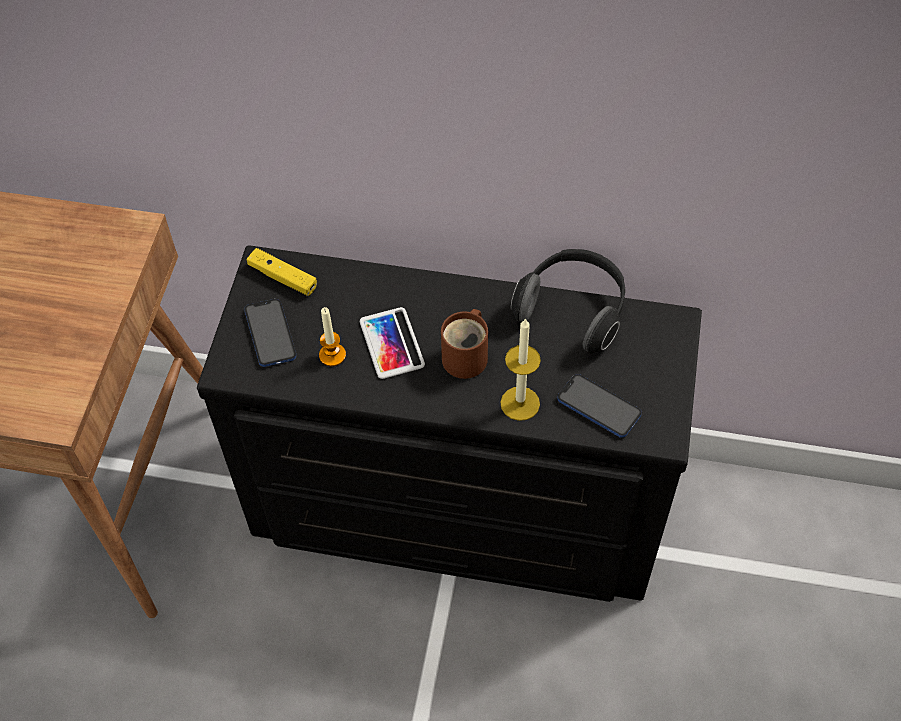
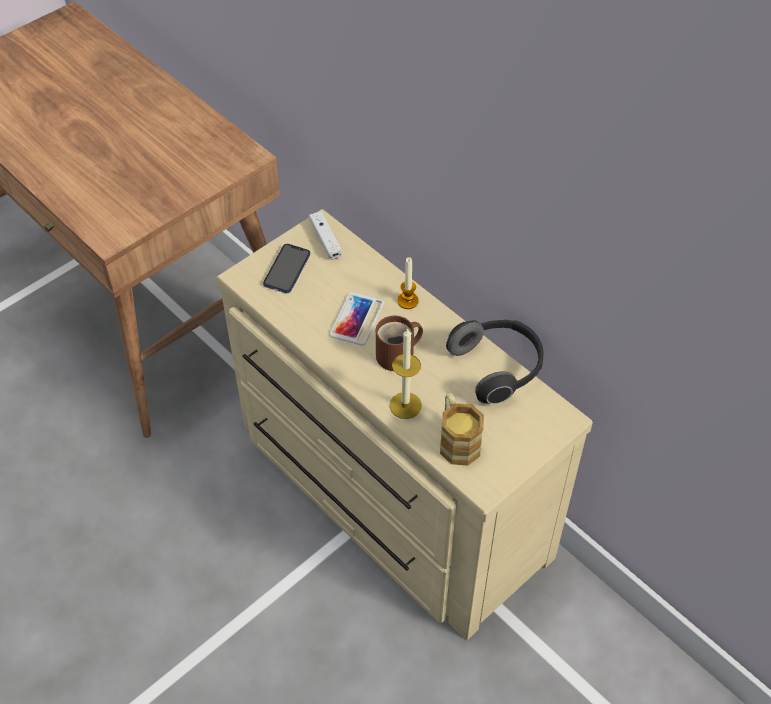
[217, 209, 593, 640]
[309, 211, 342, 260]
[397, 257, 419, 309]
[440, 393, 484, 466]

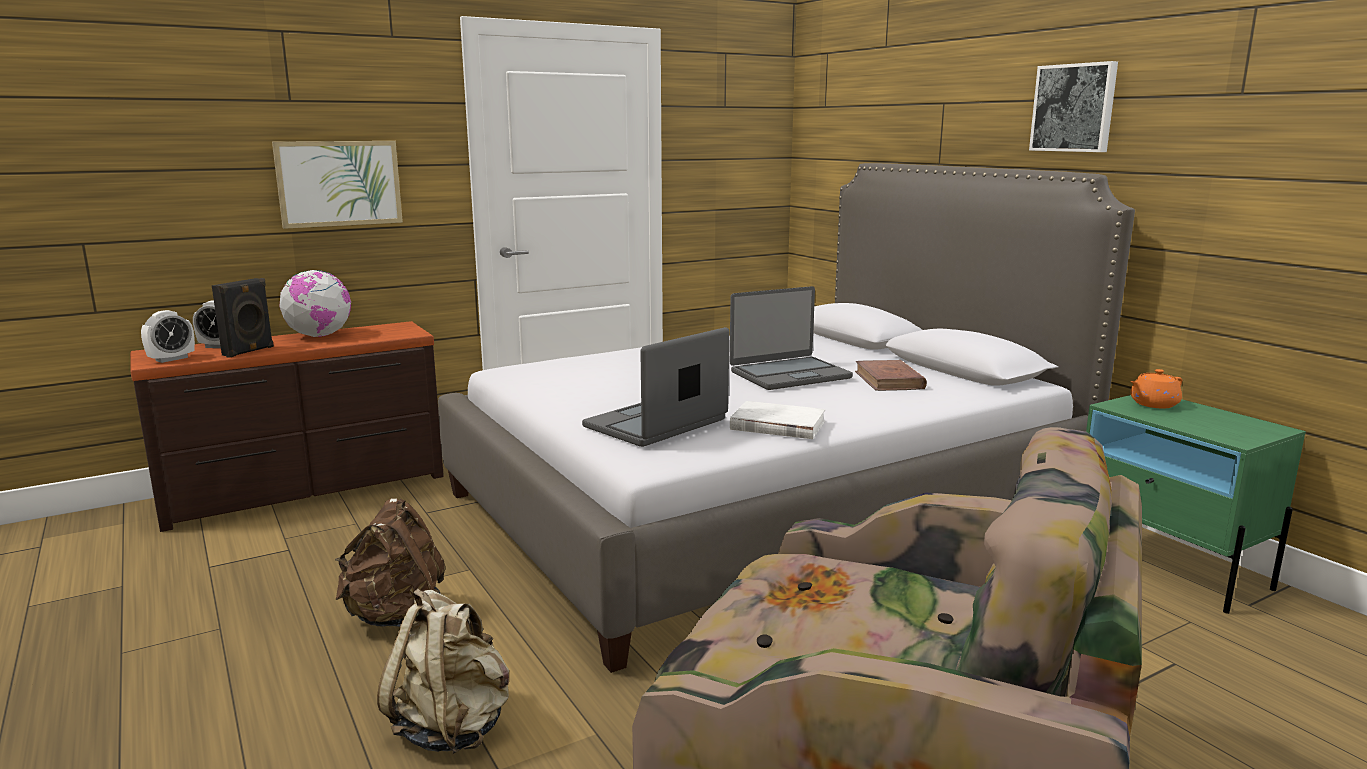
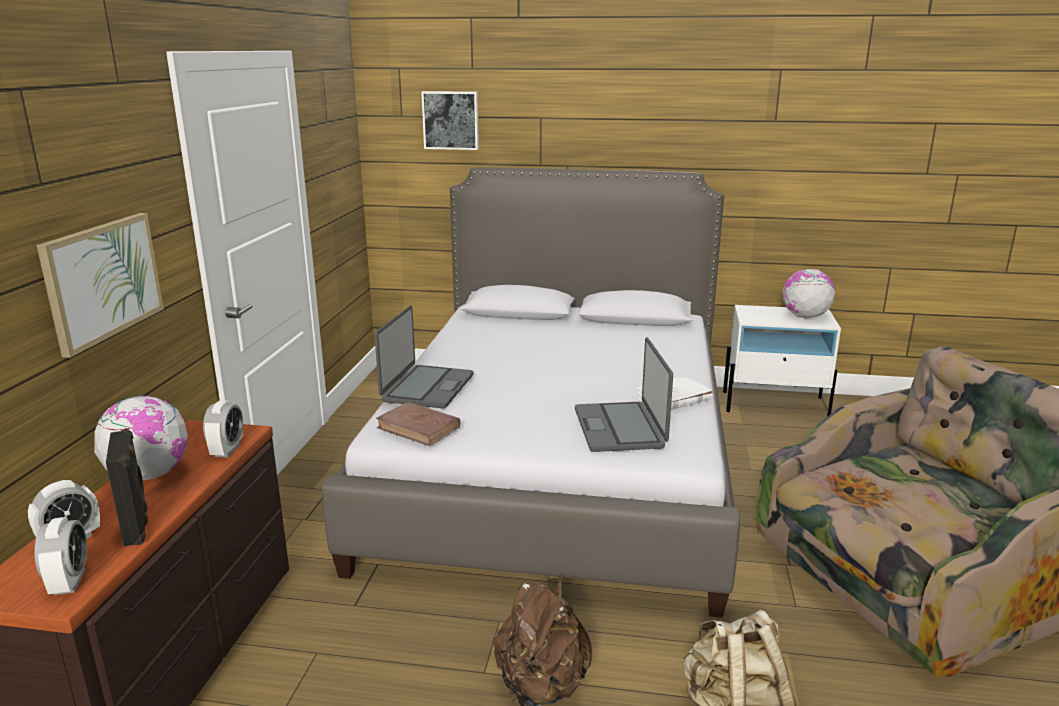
[203, 400, 243, 458]
[375, 306, 474, 409]
[376, 402, 460, 446]
[421, 91, 479, 150]
[723, 305, 841, 417]
[782, 269, 835, 319]
[1130, 369, 1182, 408] (first image)

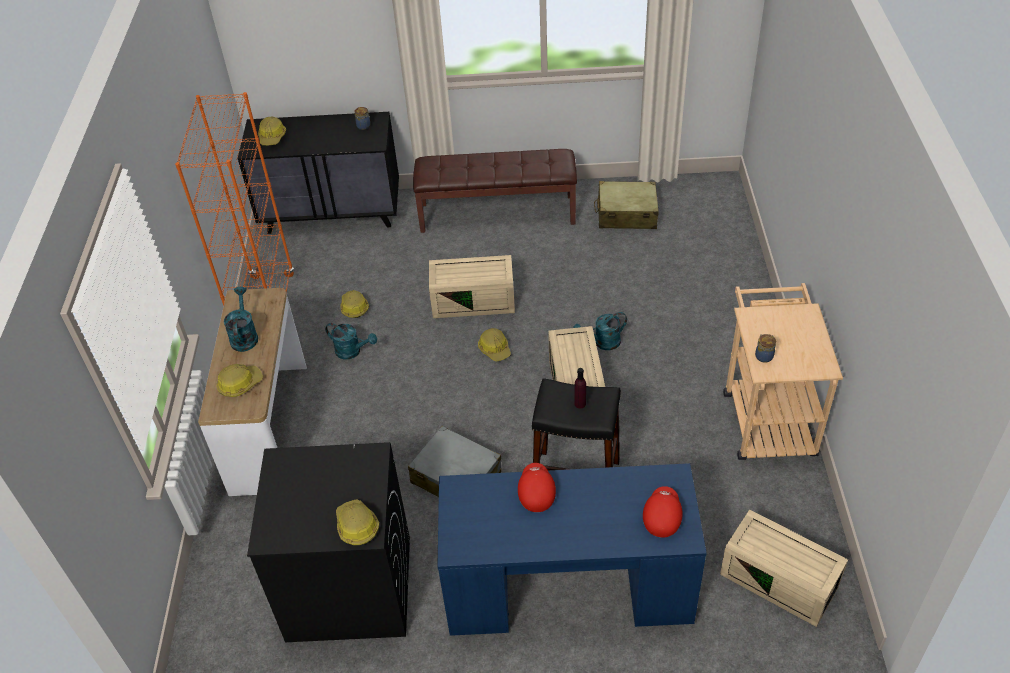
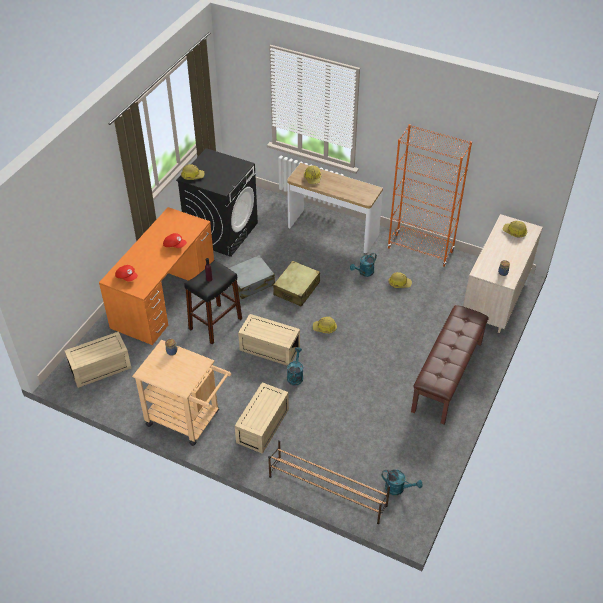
[99, 207, 214, 345]
[235, 382, 289, 454]
[268, 440, 390, 524]
[273, 261, 320, 307]
[382, 469, 422, 495]
[463, 214, 543, 333]

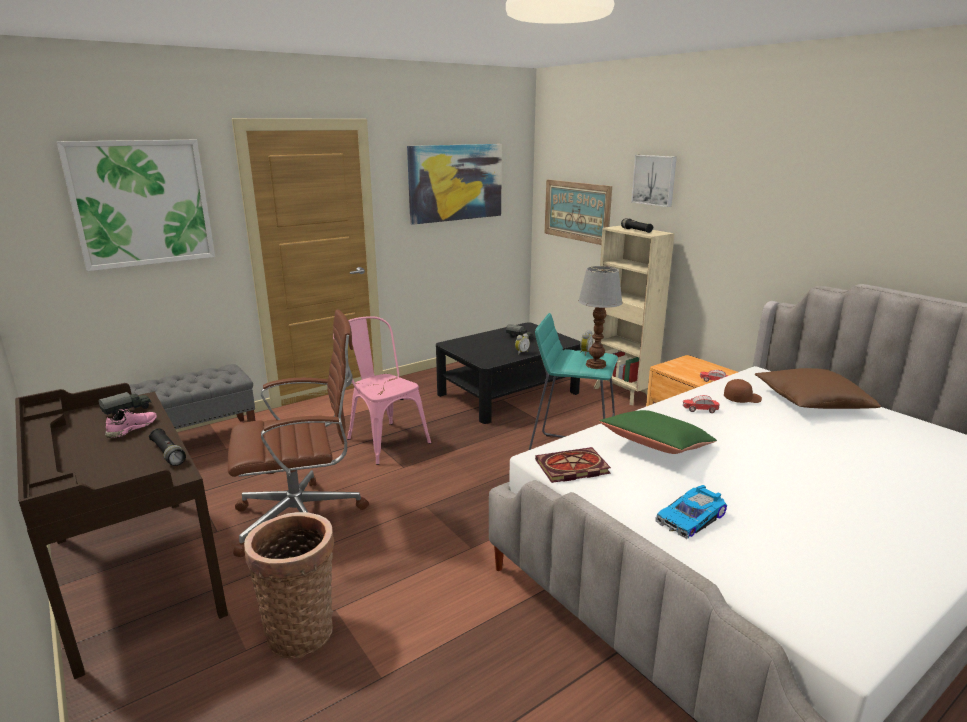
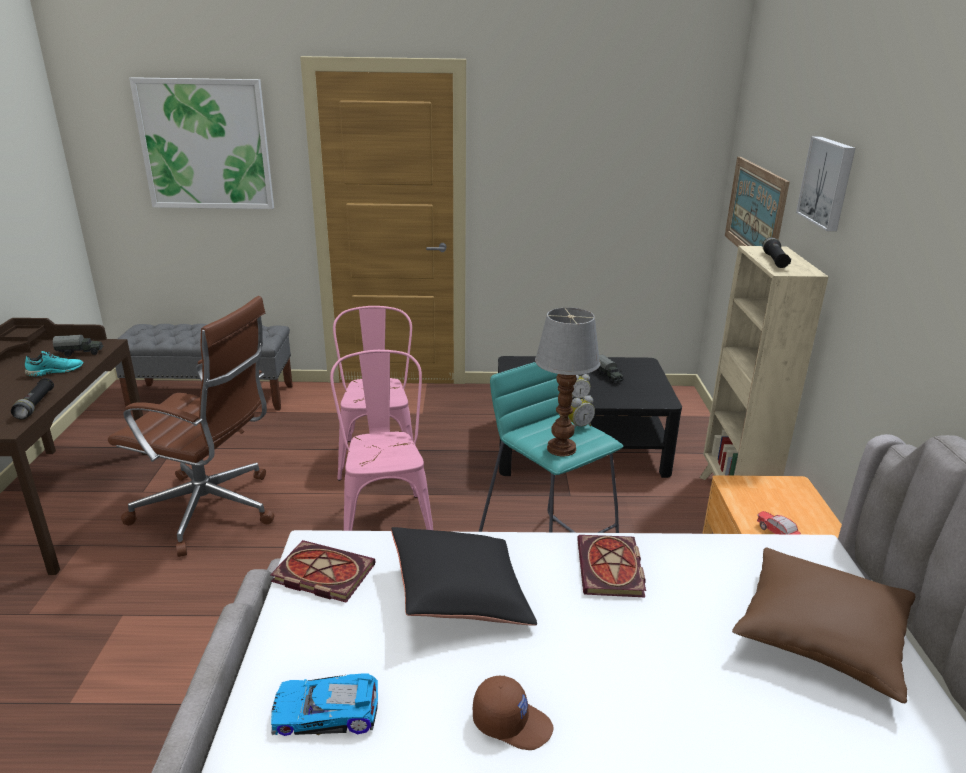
[25, 351, 84, 377]
[330, 350, 433, 531]
[391, 527, 537, 626]
[473, 676, 553, 750]
[577, 535, 646, 597]
[244, 512, 334, 659] (first image)
[407, 144, 502, 225] (first image)

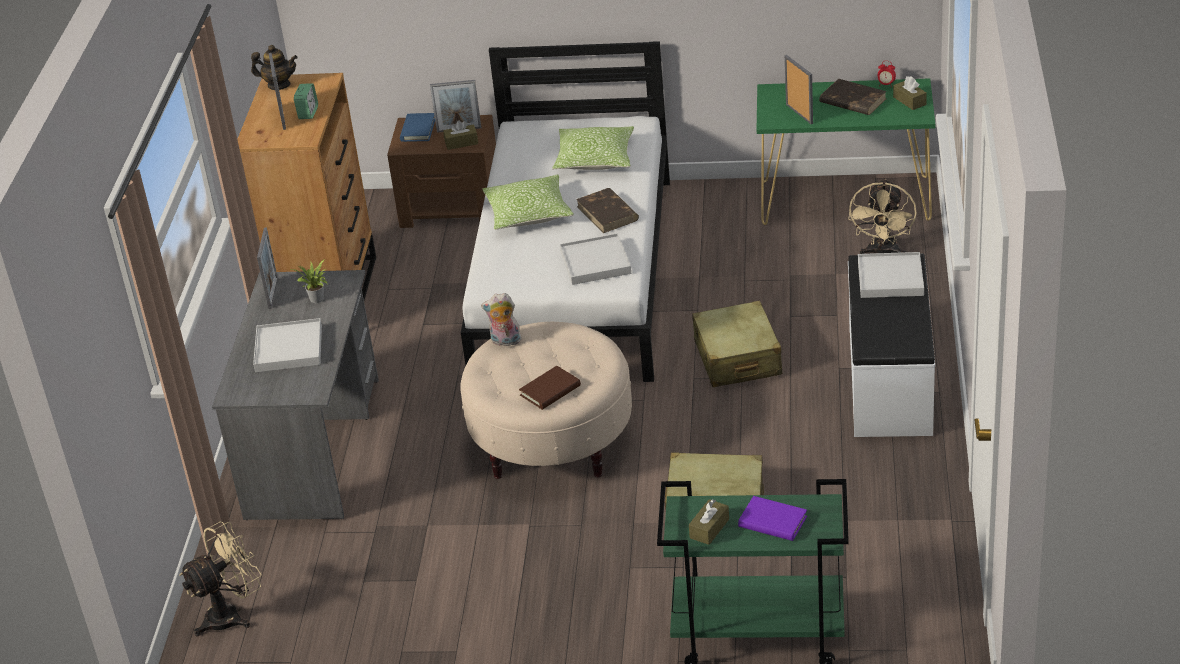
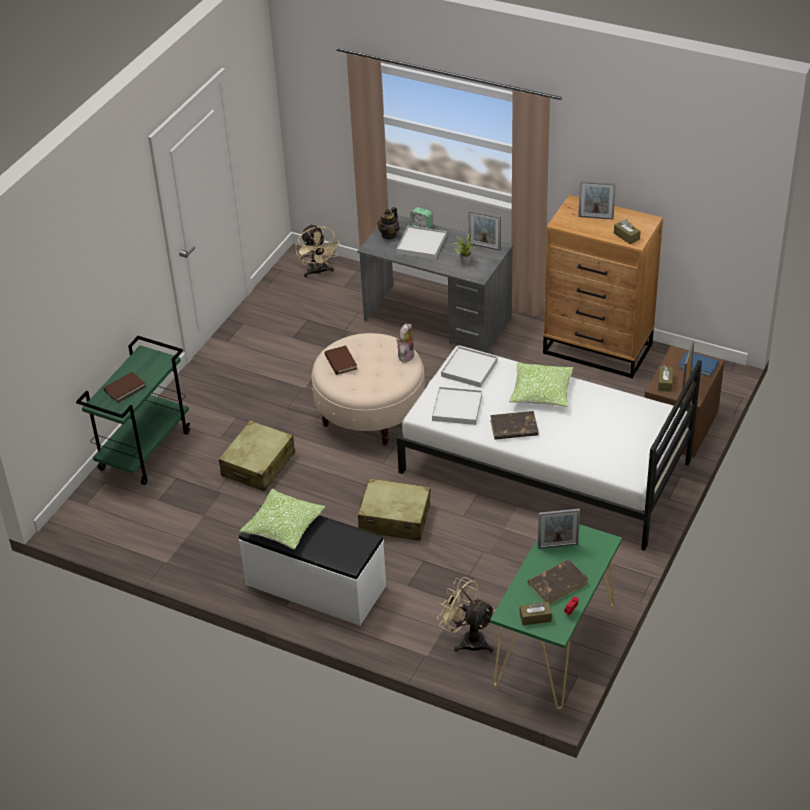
[104, 372, 146, 402]
[240, 489, 325, 549]
[378, 207, 400, 240]
[411, 207, 432, 229]
[441, 346, 498, 388]
[614, 219, 641, 244]

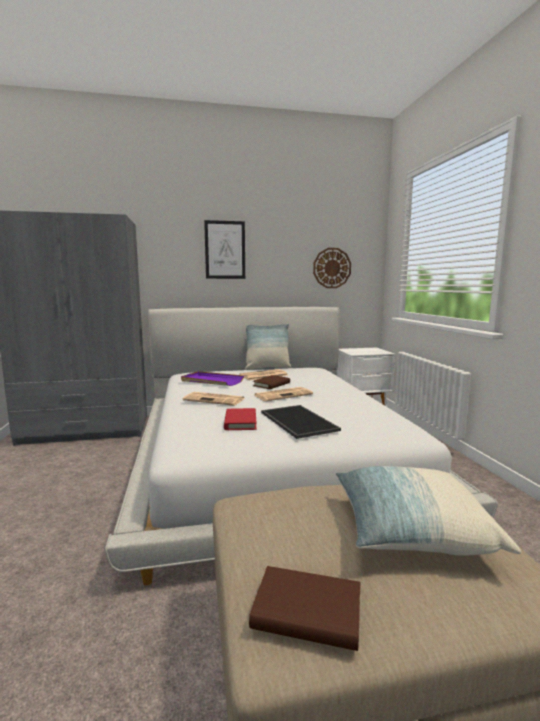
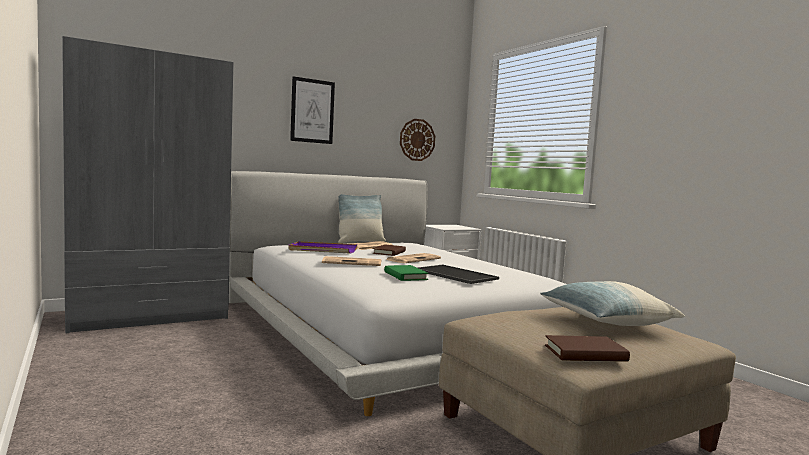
[384, 265, 429, 281]

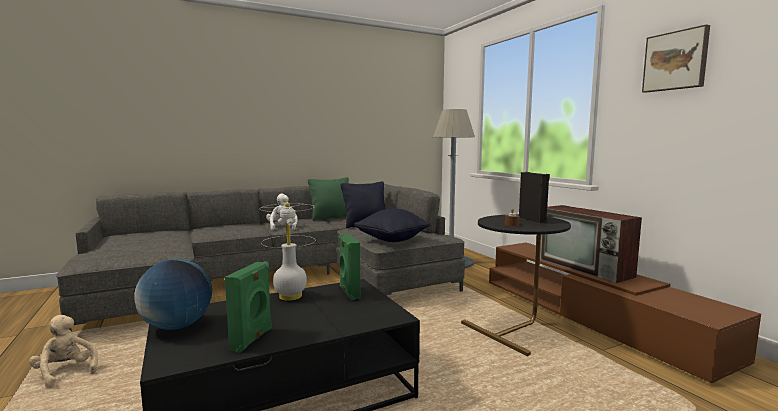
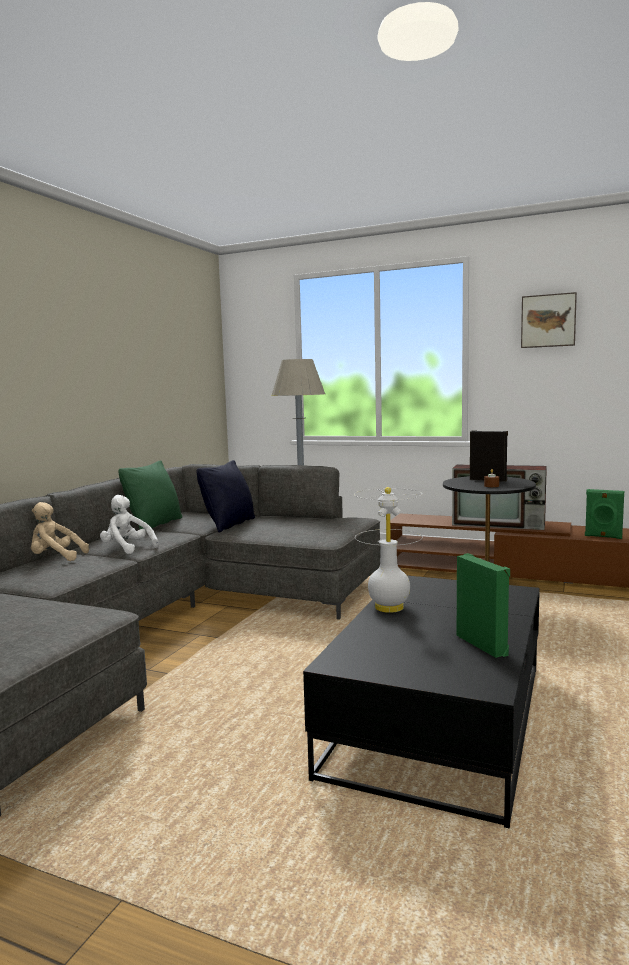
[31, 502, 89, 561]
[585, 489, 624, 539]
[134, 259, 212, 330] (first image)
[354, 208, 431, 242] (first image)

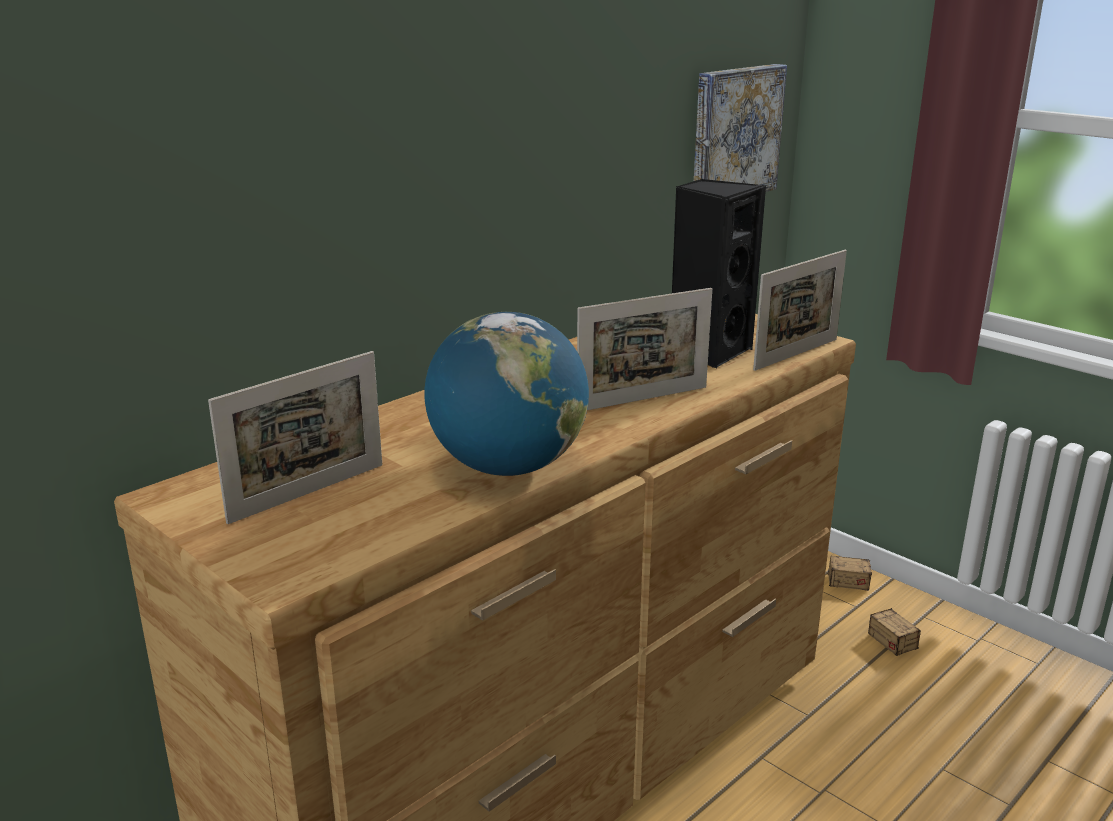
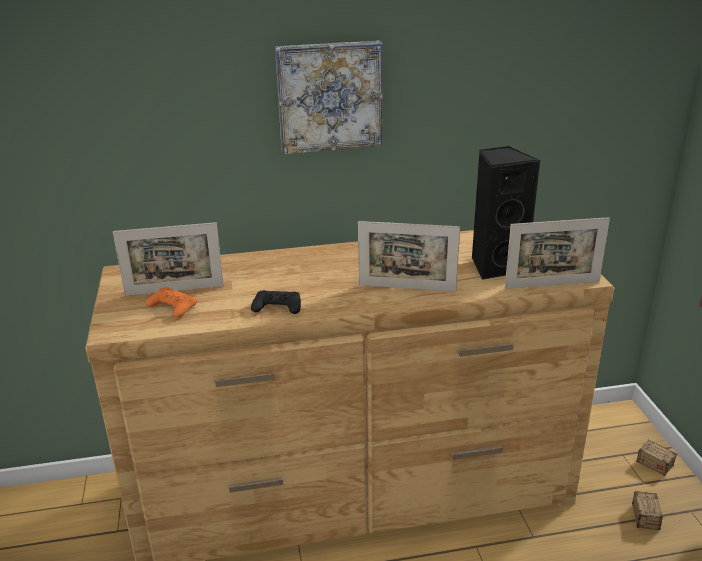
[146, 288, 197, 318]
[251, 290, 301, 314]
[275, 40, 382, 154]

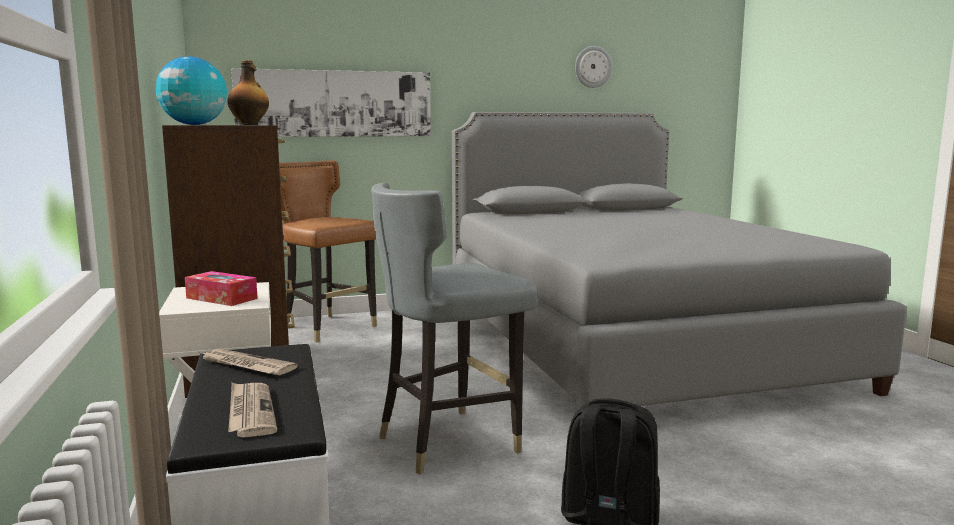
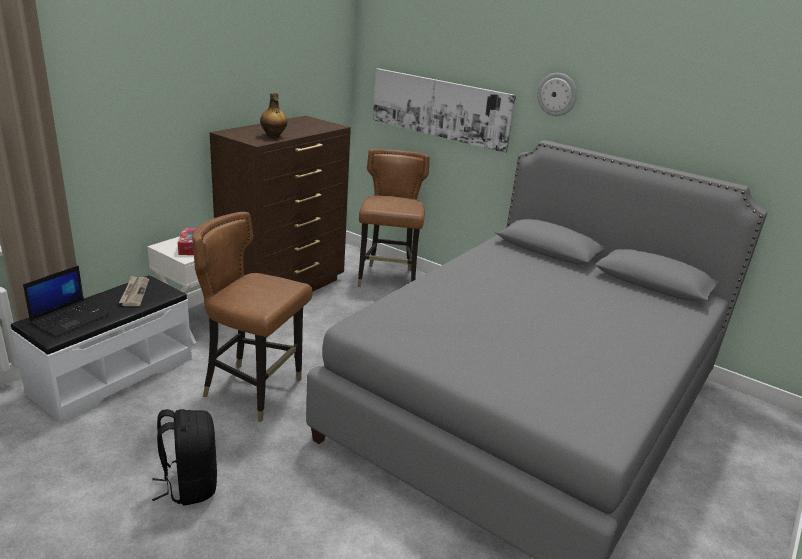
[23, 265, 109, 337]
[192, 212, 312, 422]
[537, 73, 577, 116]
[156, 57, 227, 125] (first image)

